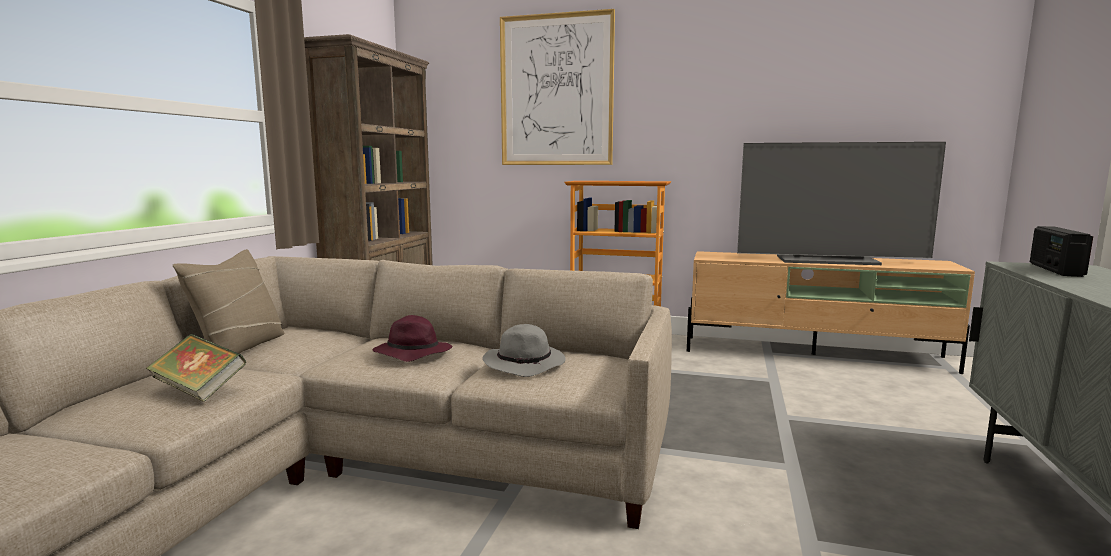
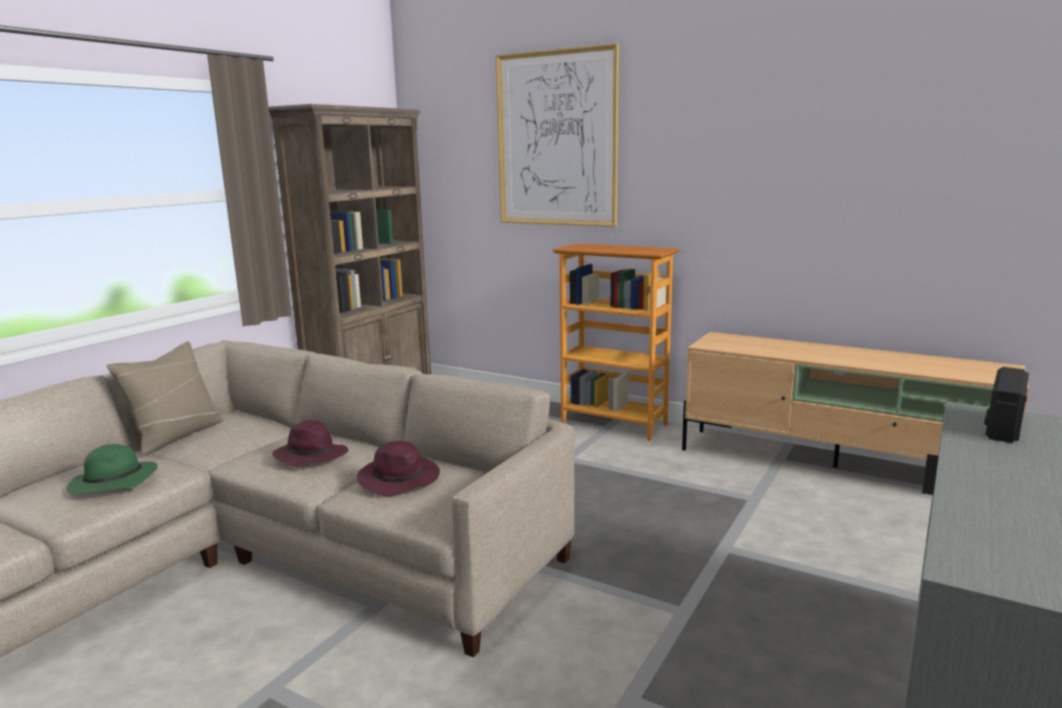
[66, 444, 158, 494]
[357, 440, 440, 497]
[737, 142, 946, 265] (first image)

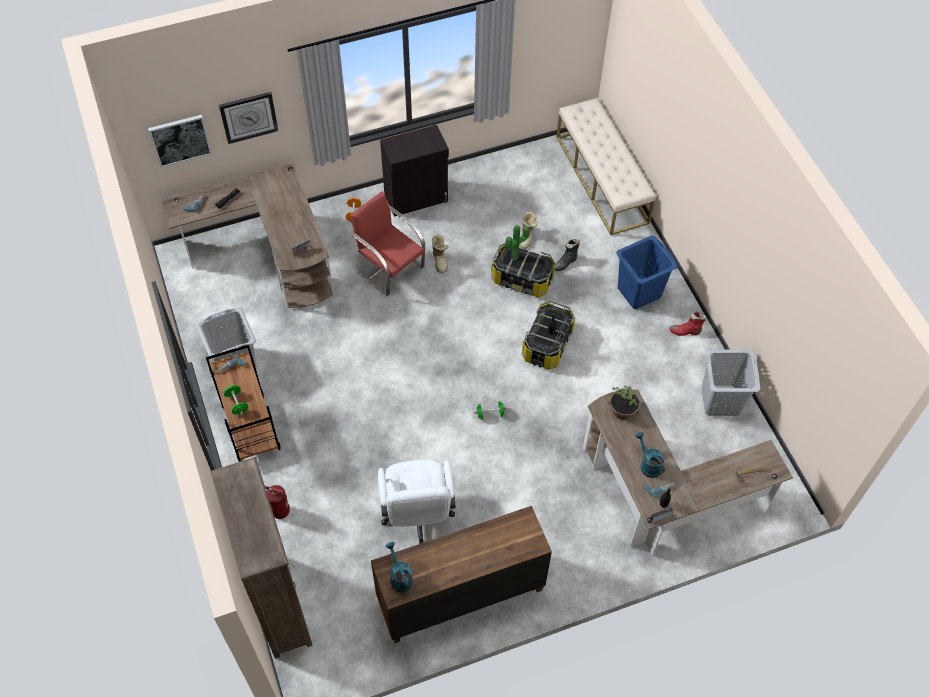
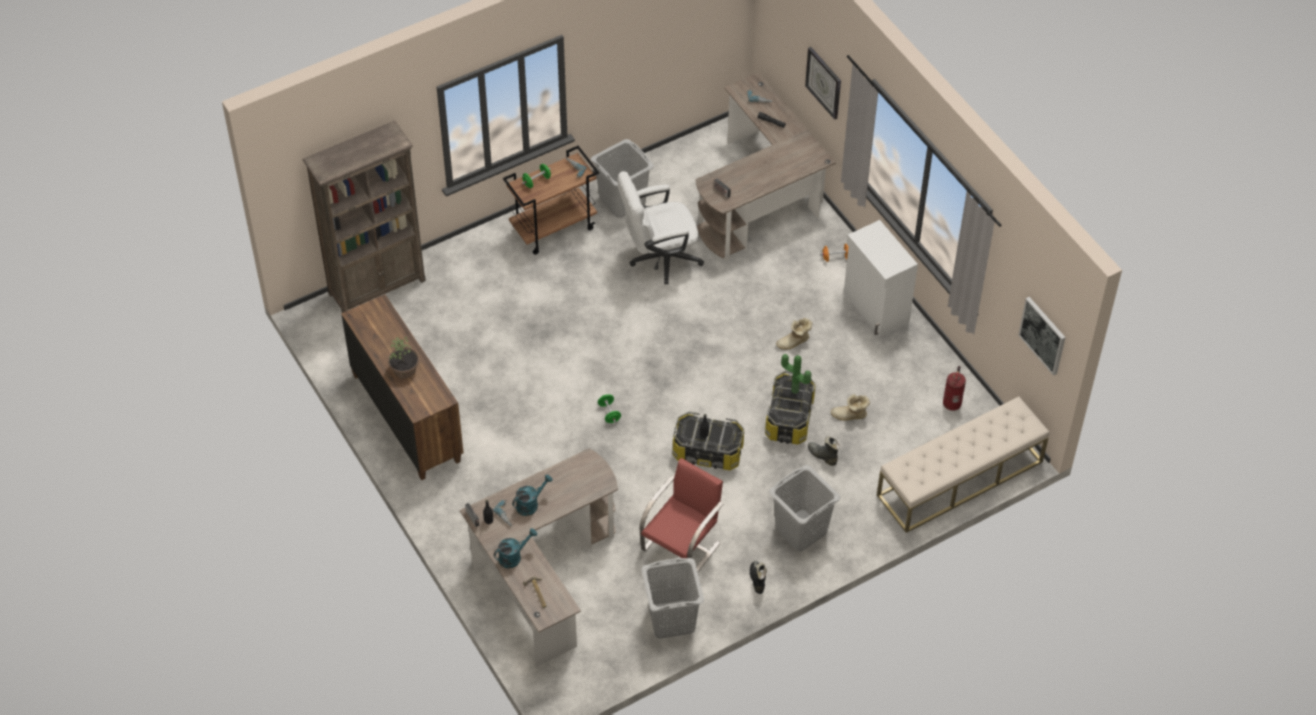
[388, 337, 419, 379]
[494, 528, 537, 568]
[617, 171, 704, 284]
[640, 458, 723, 572]
[750, 561, 767, 594]
[769, 465, 840, 551]
[844, 220, 918, 337]
[943, 366, 966, 411]
[1018, 297, 1066, 376]

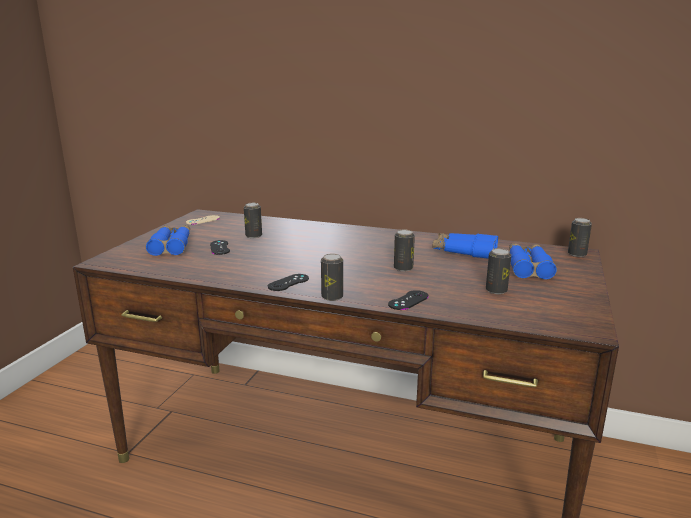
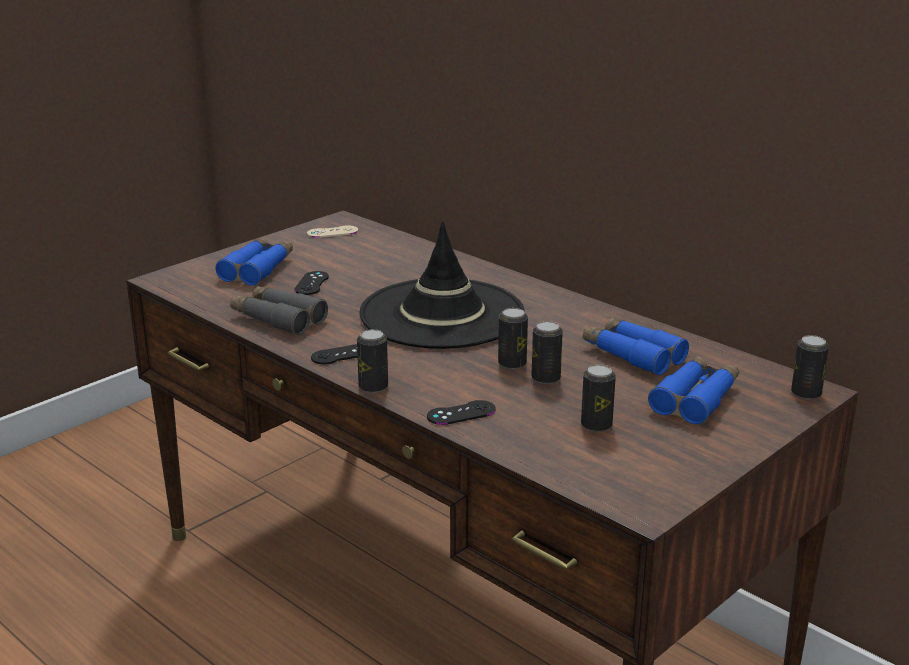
[230, 286, 328, 335]
[359, 221, 525, 349]
[532, 321, 563, 384]

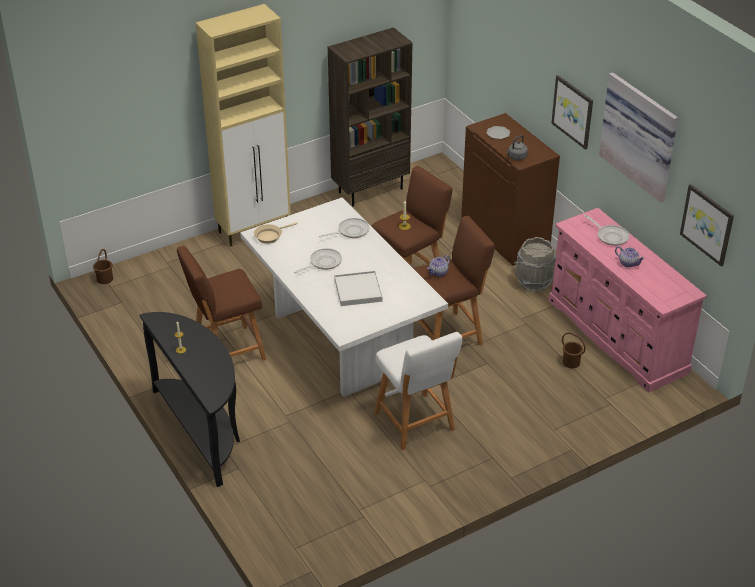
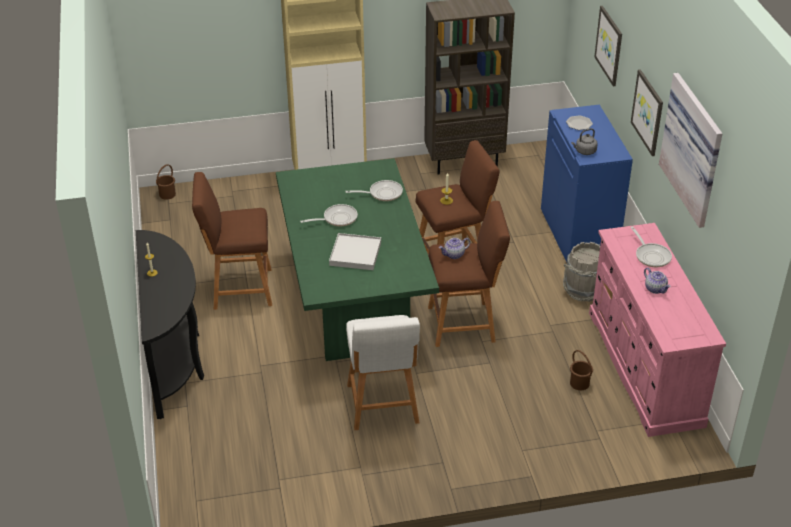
[276, 158, 439, 361]
[541, 105, 633, 262]
[594, 6, 622, 87]
[254, 222, 297, 244] (first image)

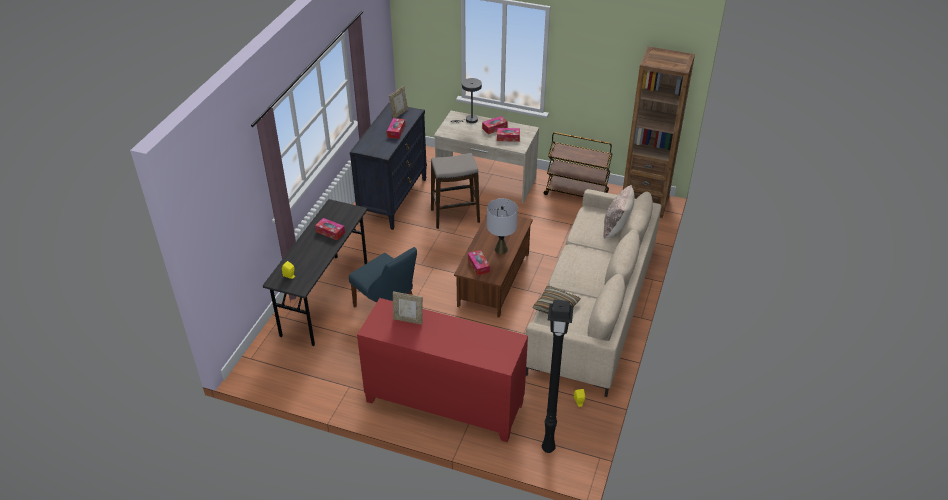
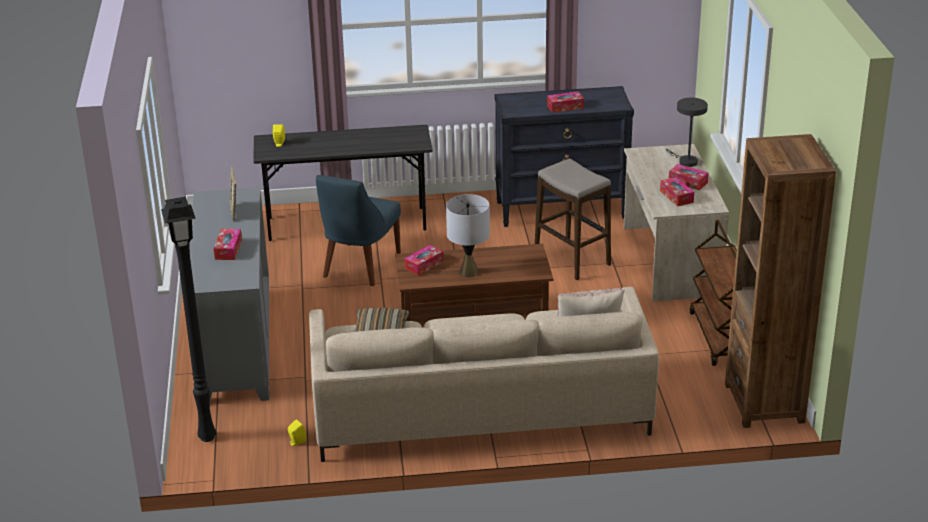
[189, 187, 269, 402]
[214, 229, 242, 260]
[389, 86, 408, 118] (first image)

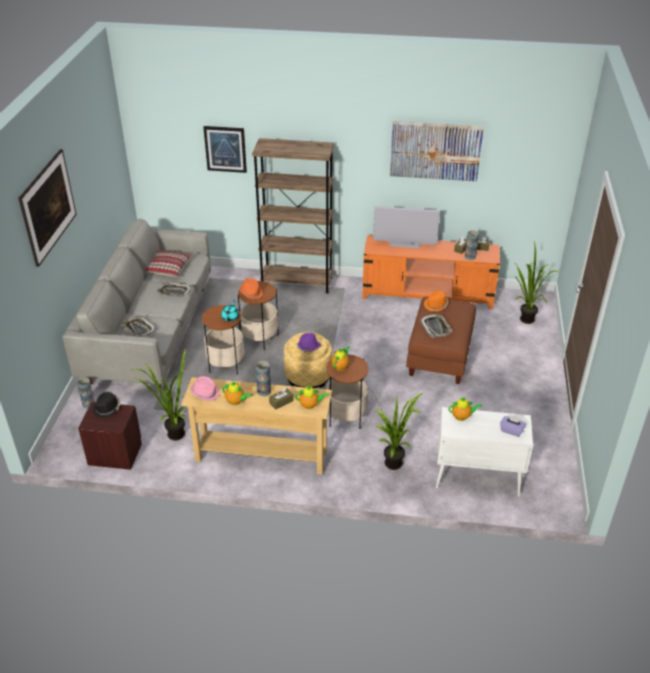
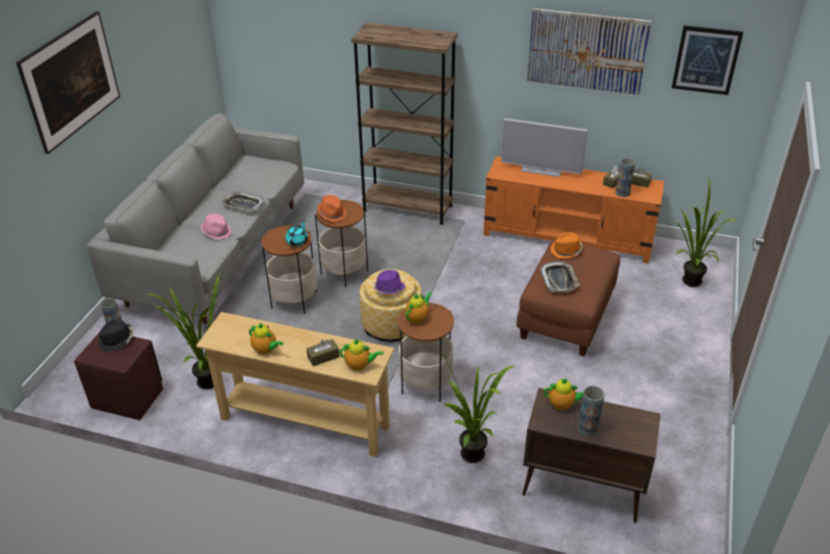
[201, 213, 232, 239]
[522, 388, 661, 523]
[578, 386, 605, 436]
[672, 25, 743, 95]
[121, 316, 156, 337] (first image)
[144, 250, 192, 277] (first image)
[500, 414, 526, 437] (first image)

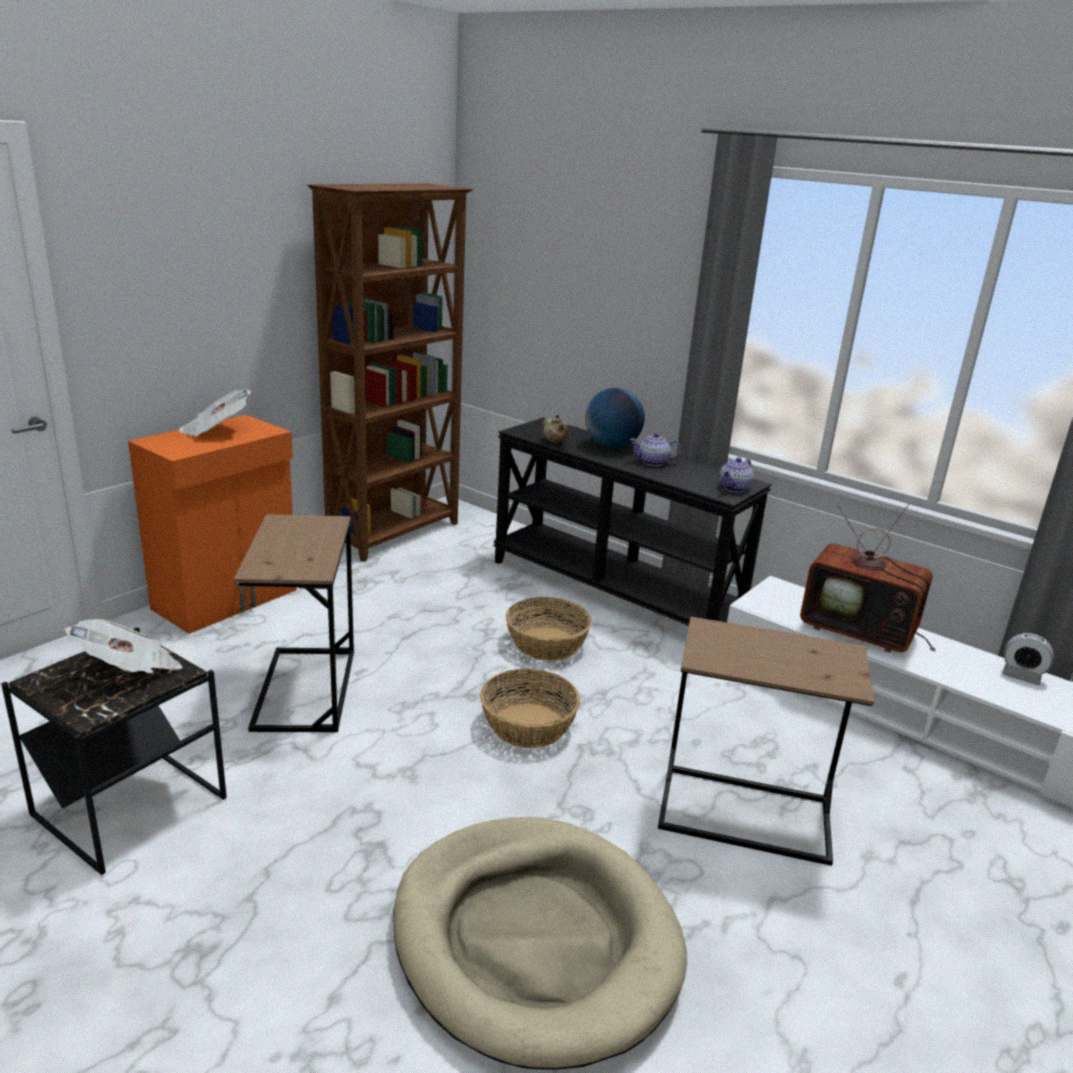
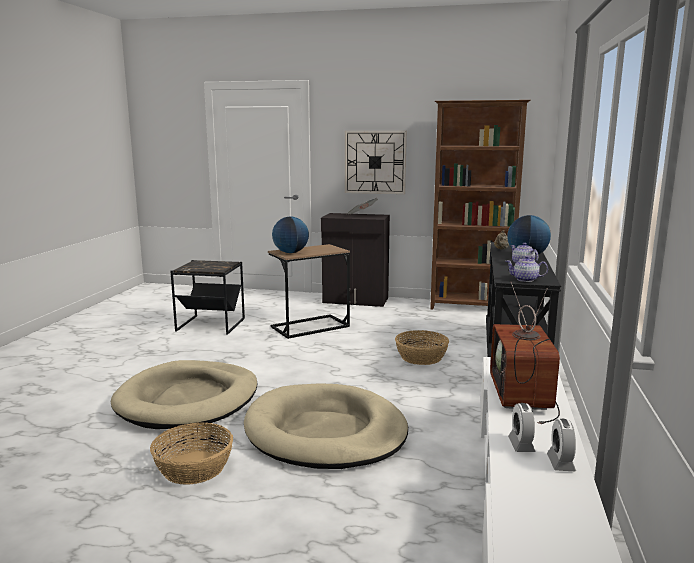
[150, 422, 233, 485]
[244, 383, 408, 469]
[272, 216, 309, 253]
[321, 213, 390, 307]
[345, 131, 407, 194]
[508, 403, 536, 452]
[65, 619, 183, 673] (first image)

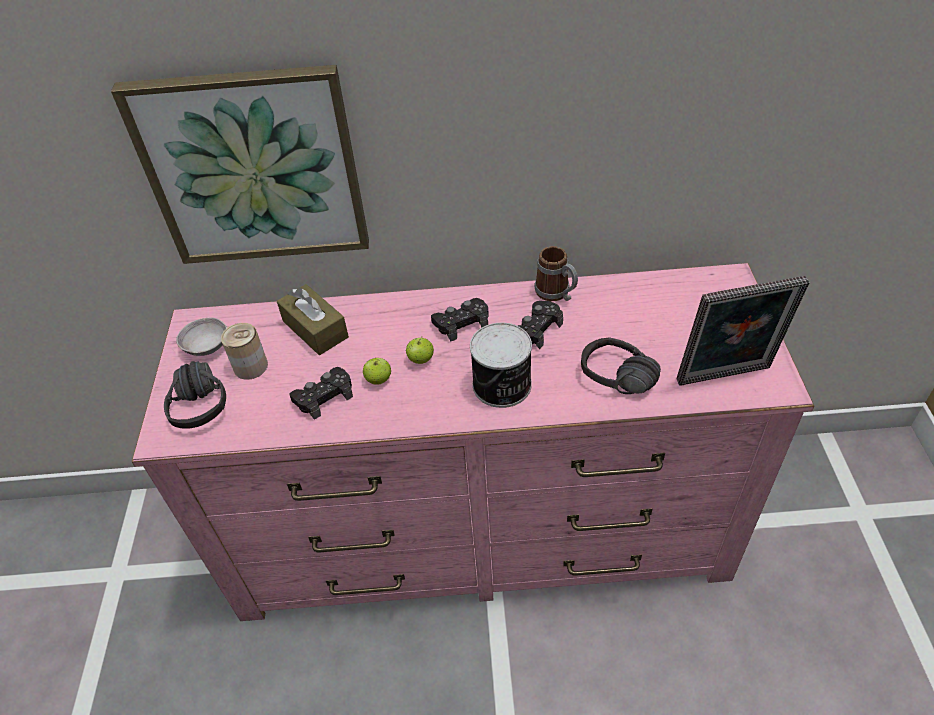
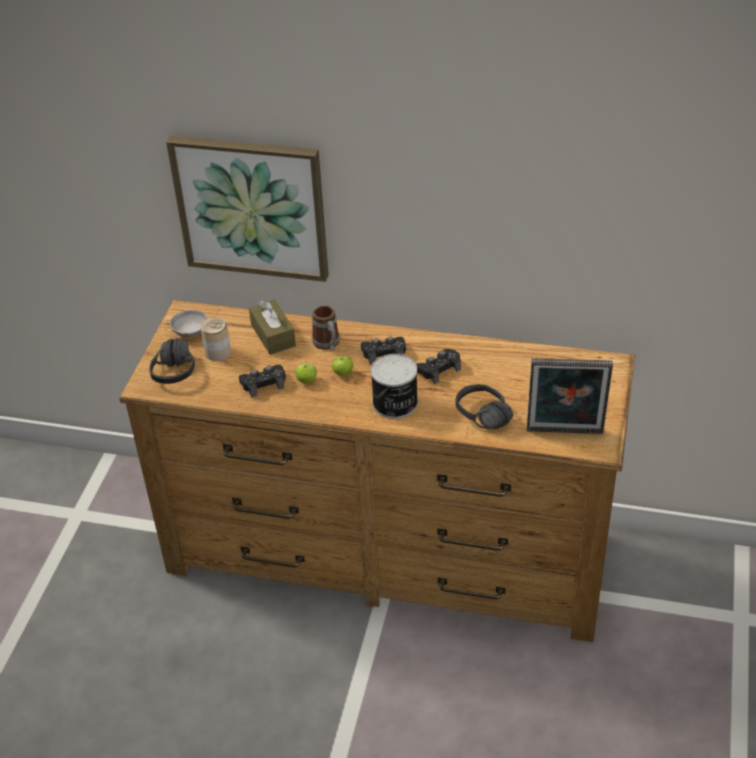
[119, 300, 635, 642]
[312, 305, 340, 351]

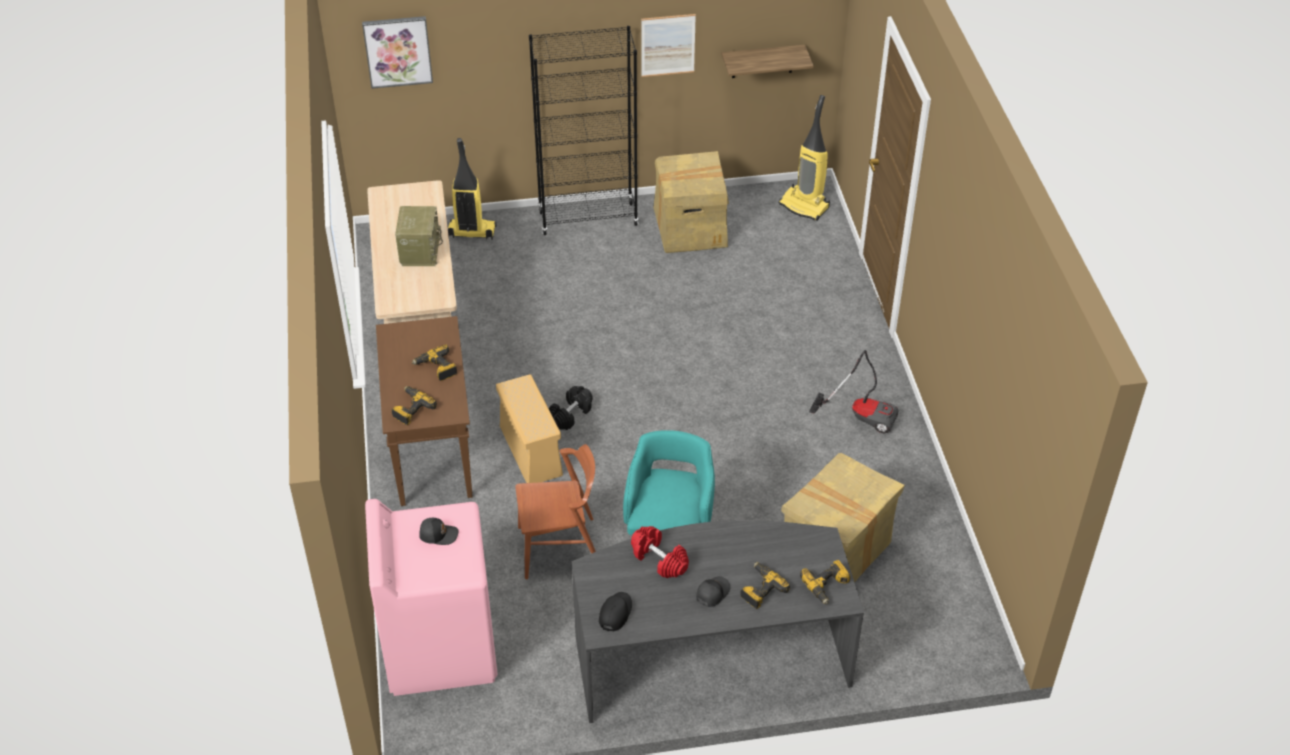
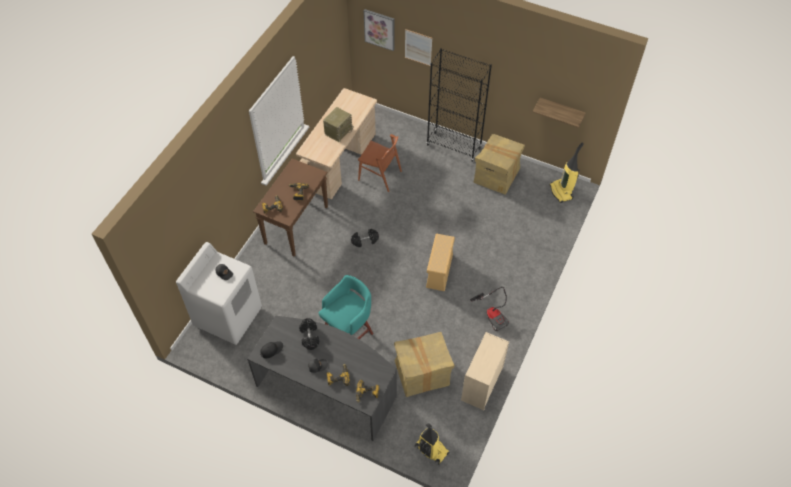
[176, 242, 262, 345]
[299, 318, 320, 350]
[358, 134, 402, 192]
[405, 29, 432, 66]
[415, 423, 449, 465]
[426, 233, 455, 291]
[461, 332, 509, 410]

